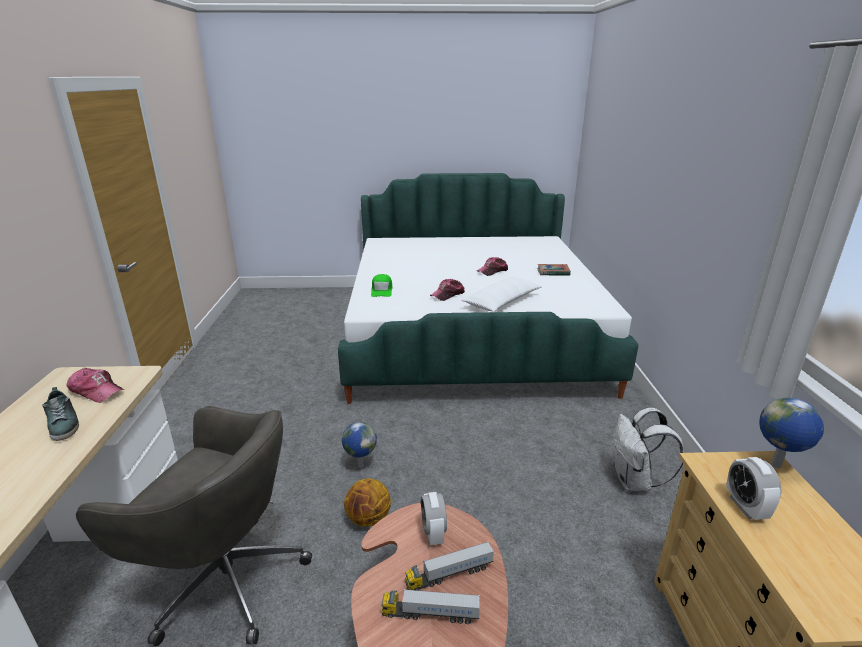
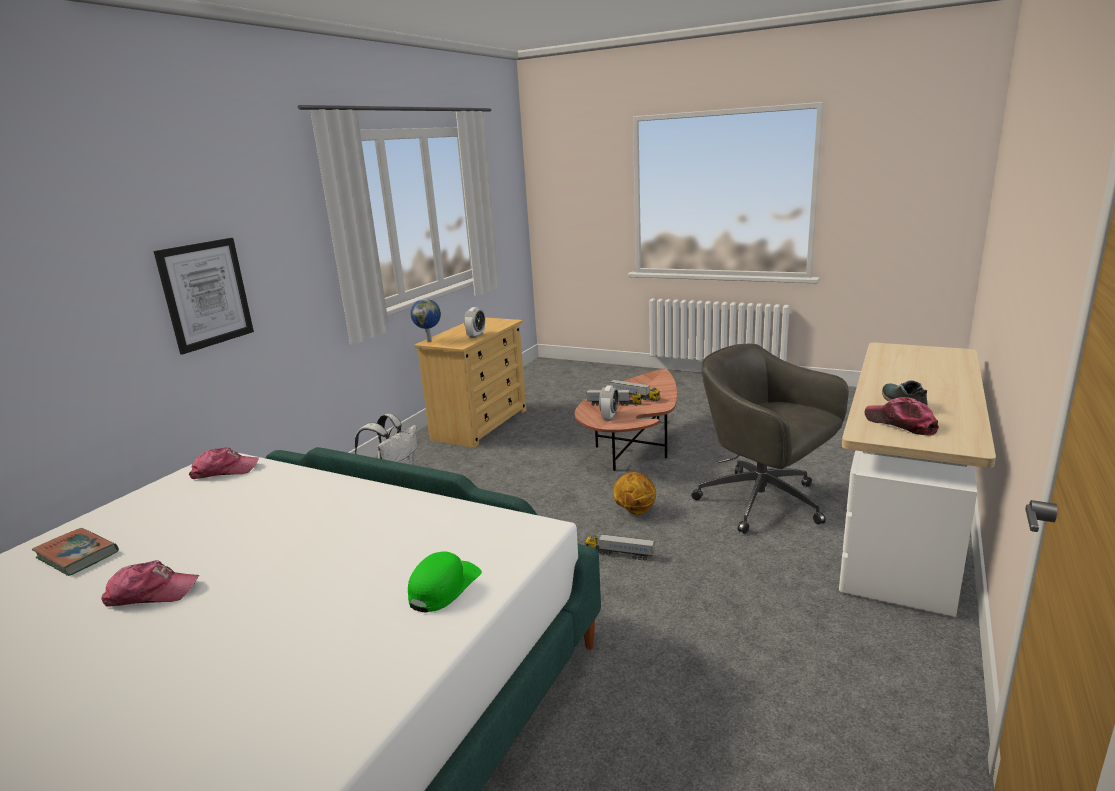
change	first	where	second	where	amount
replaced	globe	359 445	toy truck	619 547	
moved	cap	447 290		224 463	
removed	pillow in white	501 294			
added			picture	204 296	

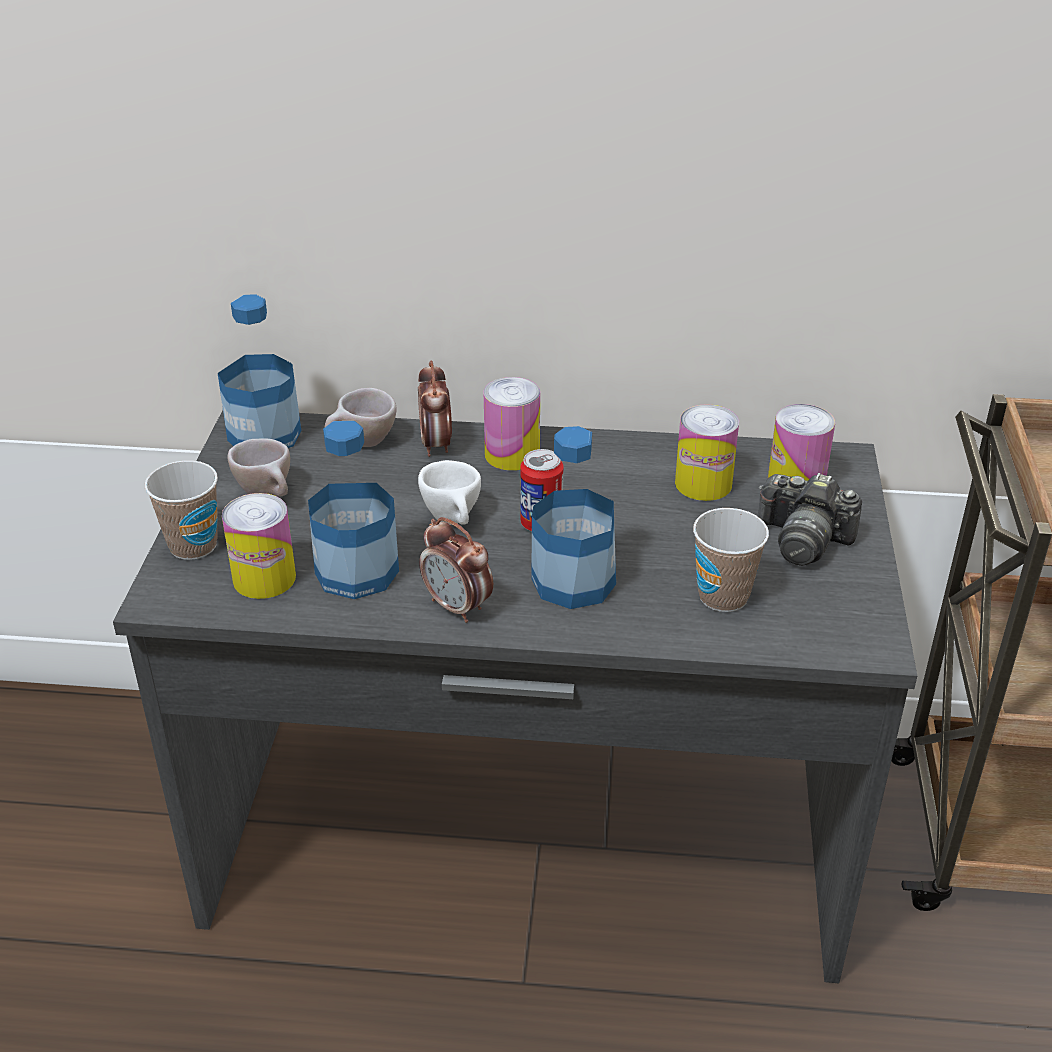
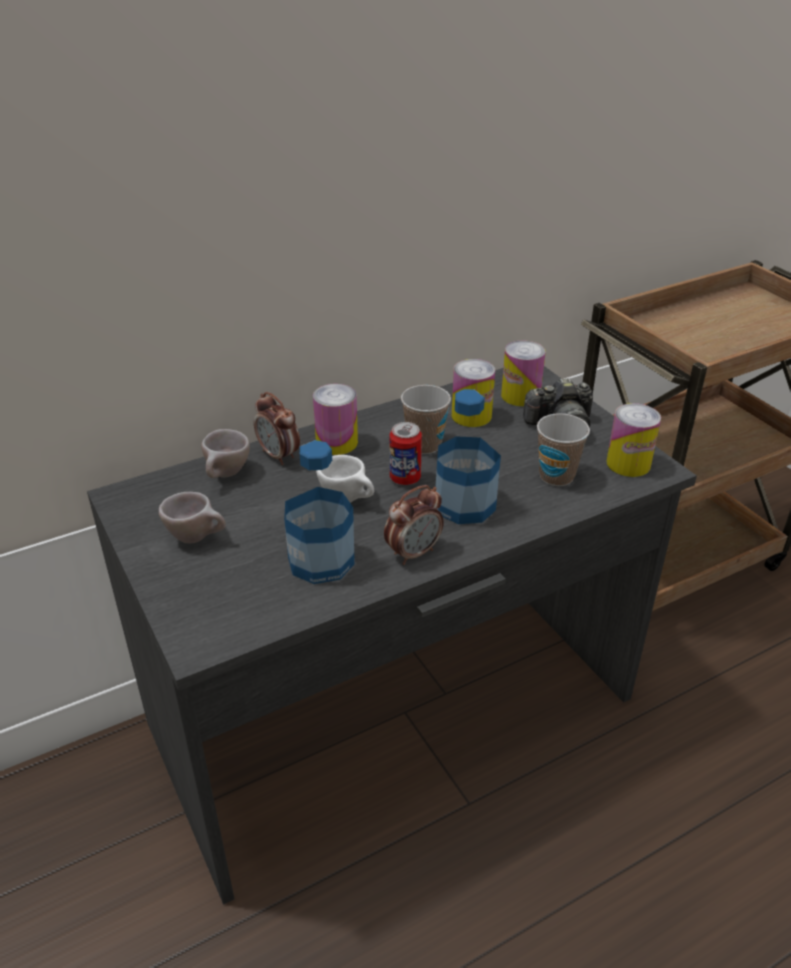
change	first	where	second	where	amount
moved	cup	181 510		426 419	
removed	bottle	259 371			
moved	can	259 546		634 440	
turned	alarm clock	456 570		414 525	45 degrees counterclockwise

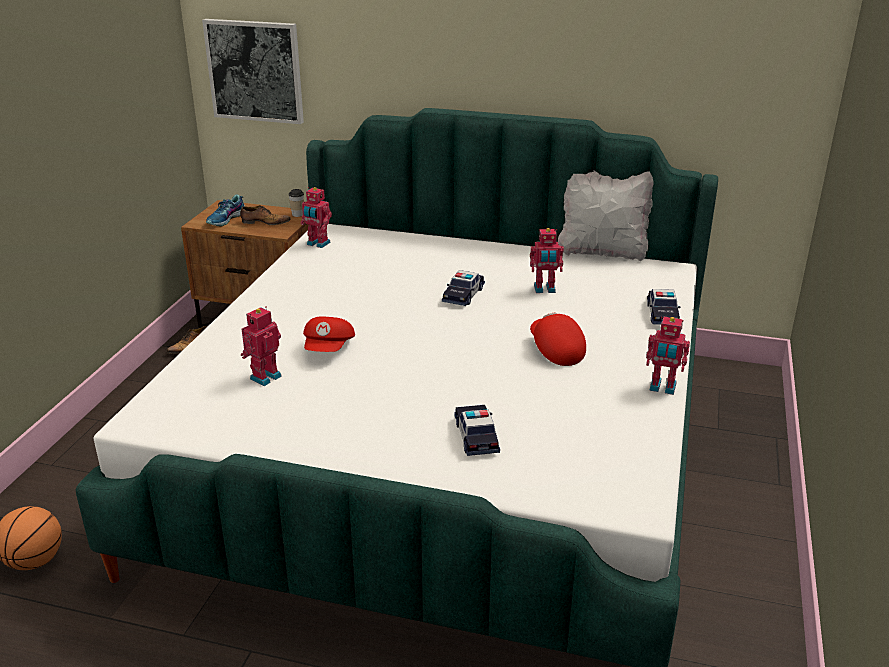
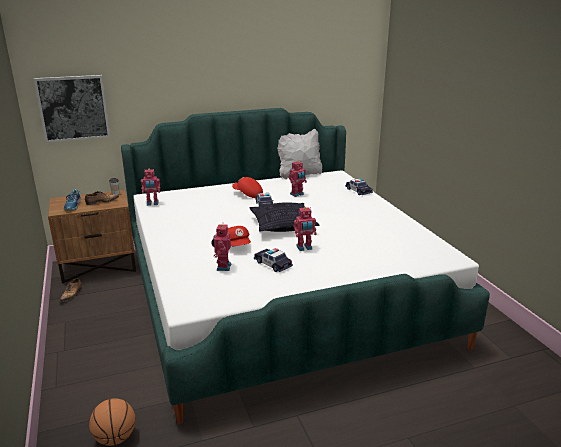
change	first	where	second	where	amount
moved	toy car	477 430		273 260	
moved	cap in red	558 339		247 187	
moved	toy robot	668 356		304 229	
added			pillow	284 217	

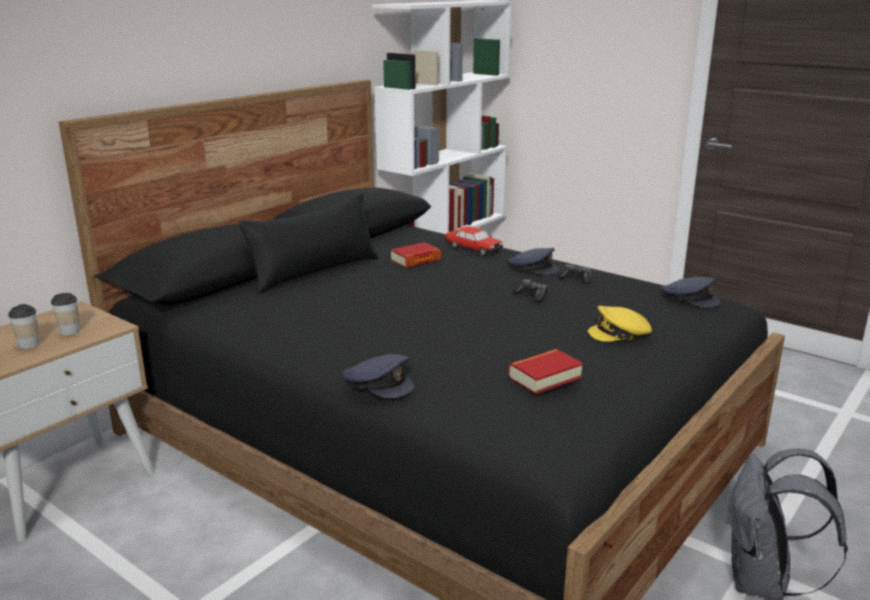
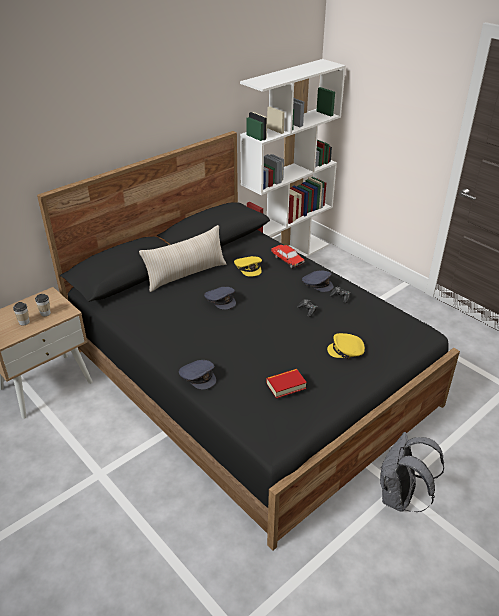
change	first	where	second	where	amount
recoloured	pillow in black	308 243	pillow in beige	182 258	
replaced	book	415 255	cap in yellow	248 266	
moved	cap in grey	691 292		220 298	

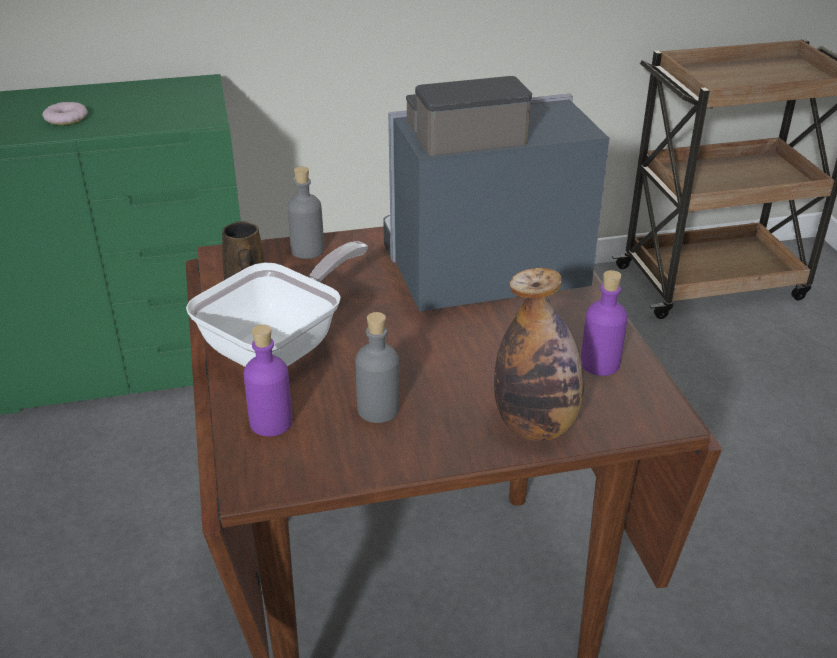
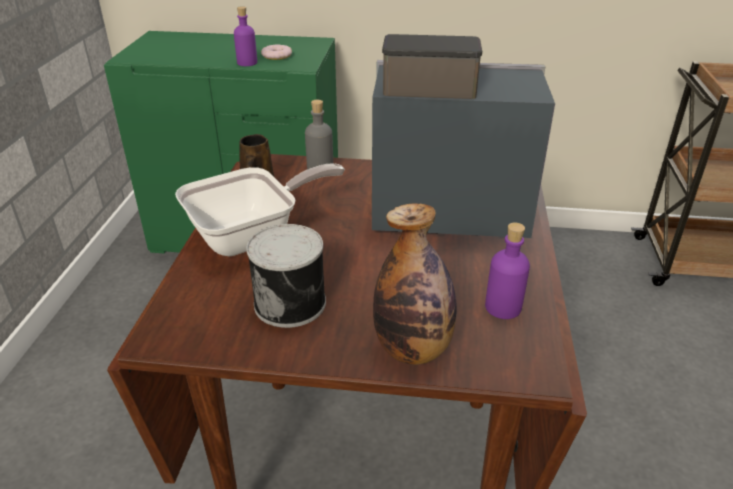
change	first	where	second	where	amount
moved	donut	65 113		276 52	
moved	bottle in purple	268 380		245 36	
replaced	bottle in grey	377 367	can	286 276	

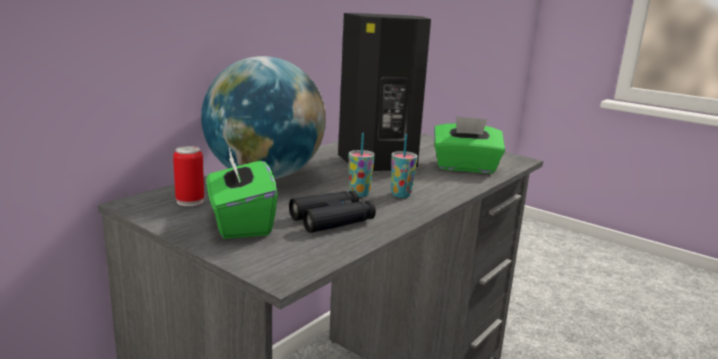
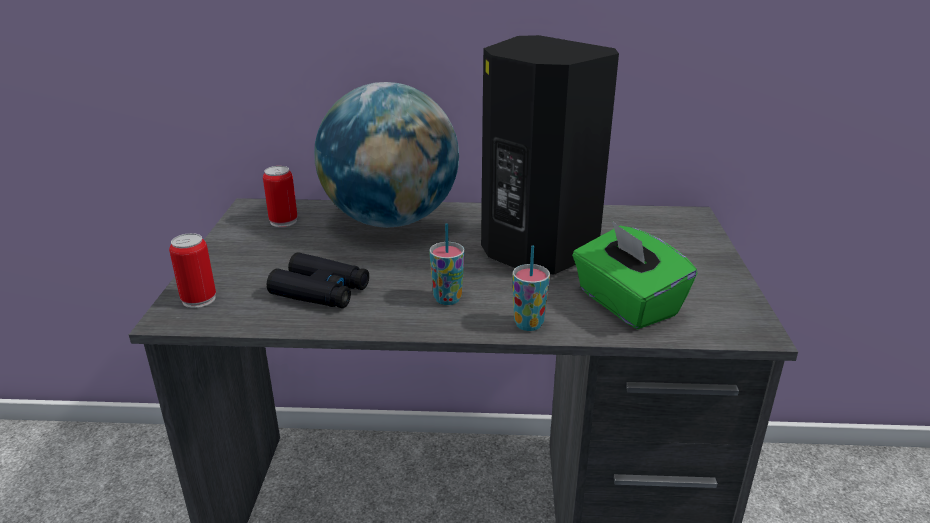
change	first	where	second	where	amount
removed	tissue box in green	242 193			
moved	cup	362 165		531 288	
added			can	192 270	

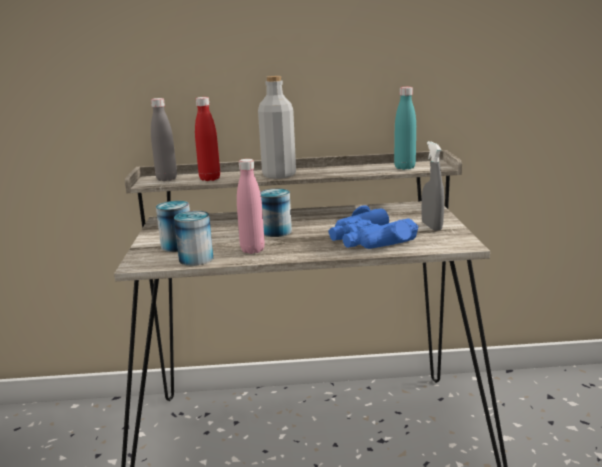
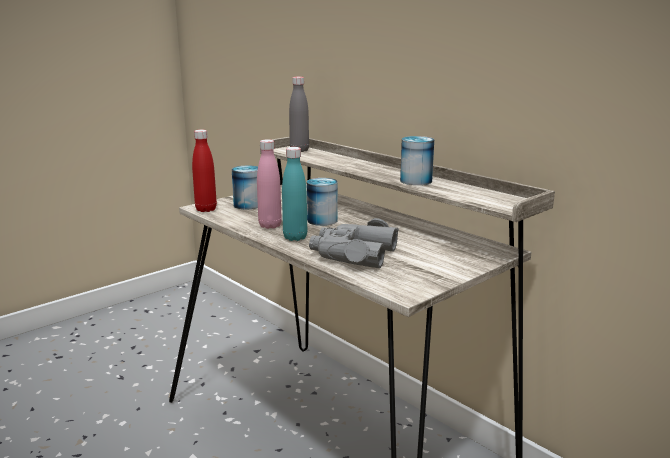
change	first	where	second	where	amount
moved	can	193 238		417 160	
moved	bottle in red	207 139		204 171	
removed	bottle in grey	277 127			
recoloured	binoculars in blue	374 227	binoculars in grey	354 243	
moved	bottle in turquoise	405 128		294 194	
removed	spray bottle in grey	432 186			

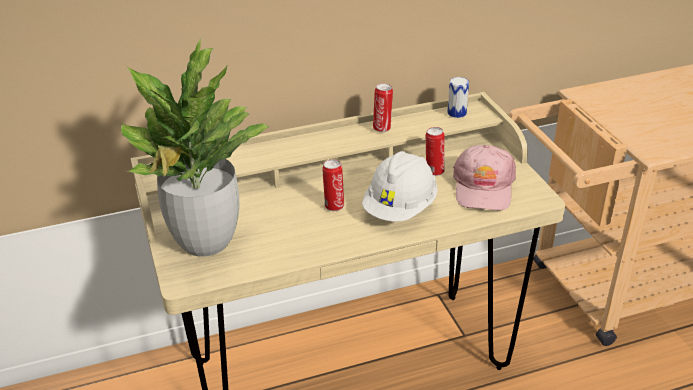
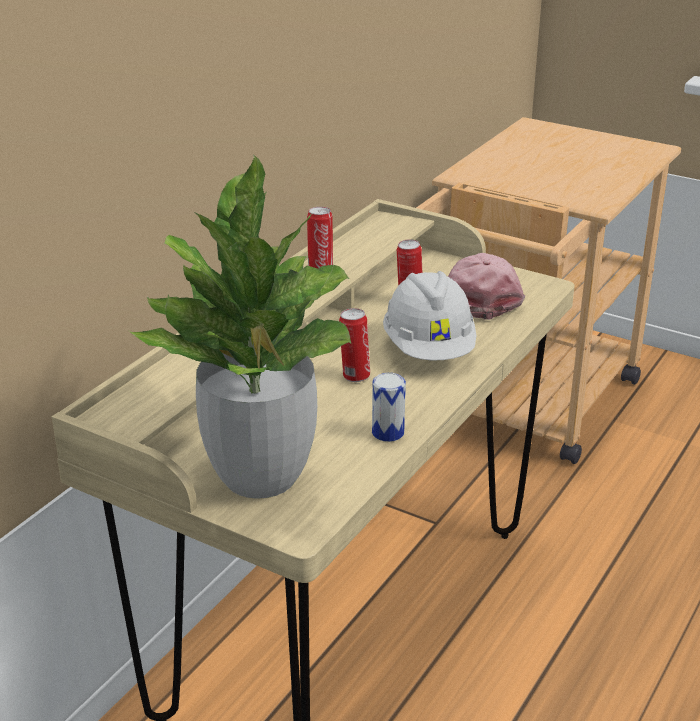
change	first	where	second	where	amount
moved	can	458 97		389 407	
turned	cap in pink	484 178		486 286	150 degrees counterclockwise

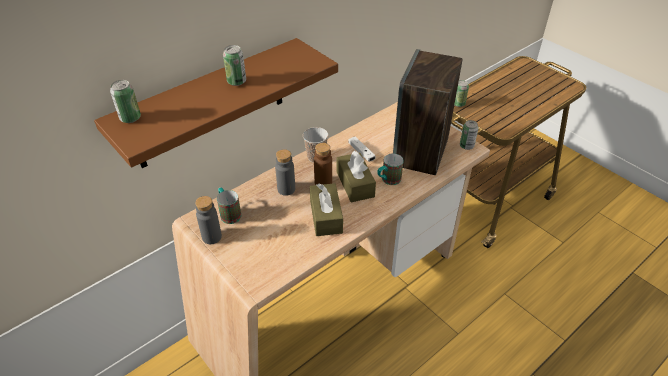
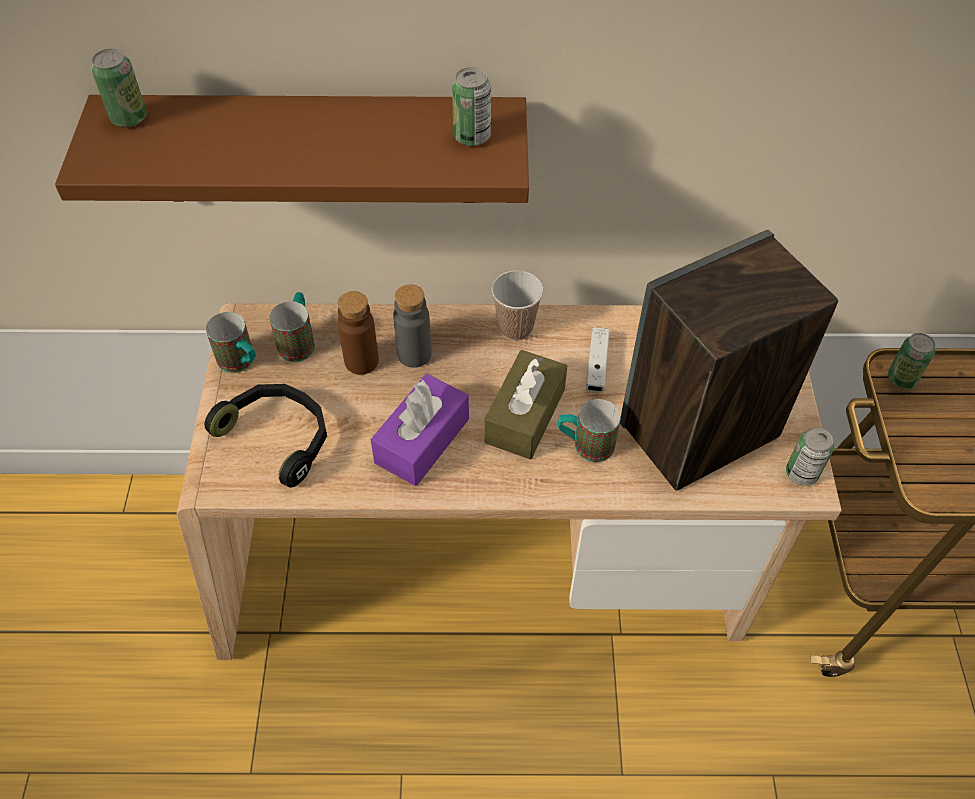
change	first	where	second	where	amount
replaced	bottle in grey	208 220	mug	231 342	
moved	can	234 65		471 106	
recoloured	tissue box in brown	326 209	tissue box in purple	420 430	
moved	bottle in brown	323 164		358 332	
added			headphones in black	266 436	

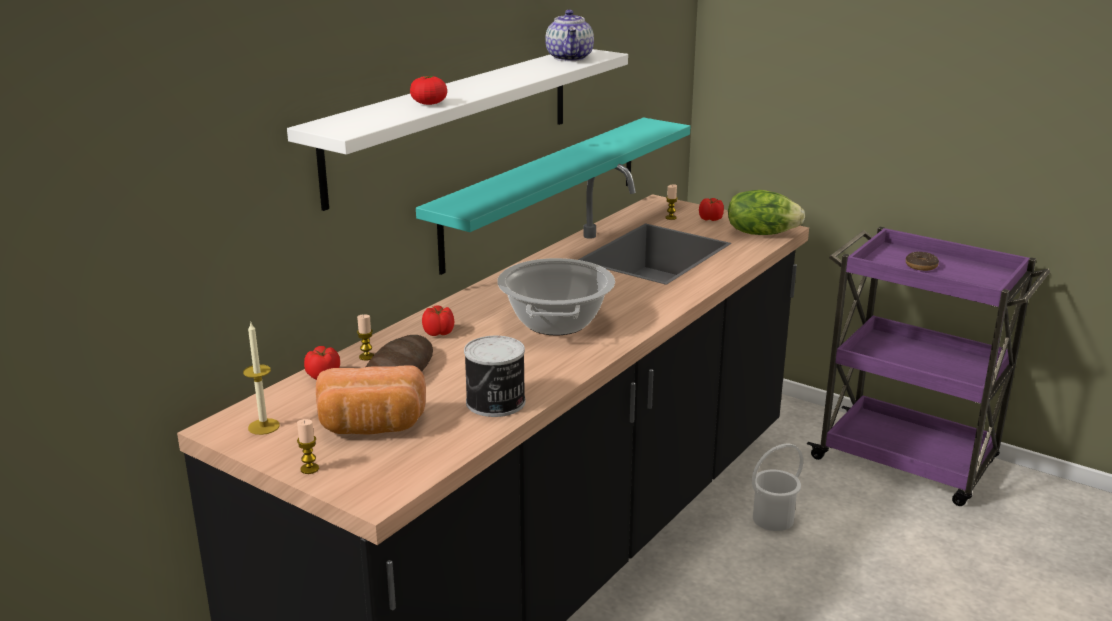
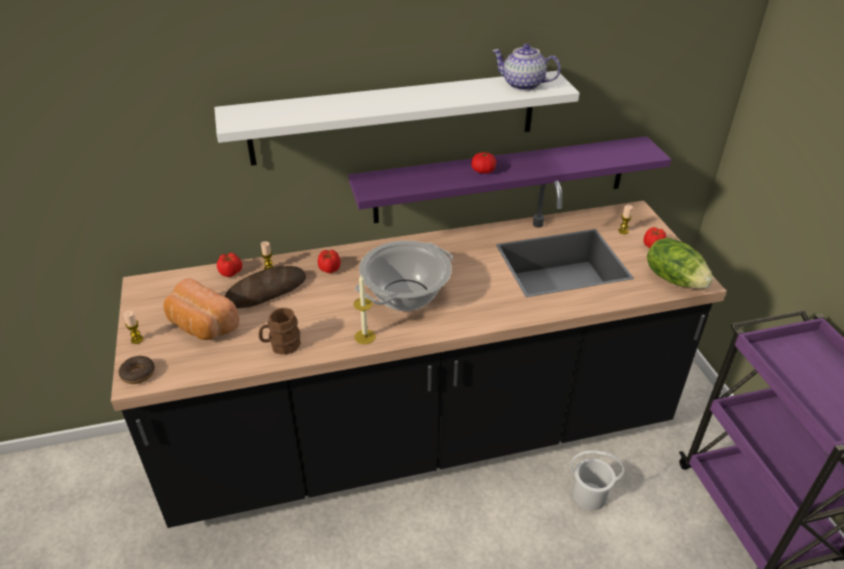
change	first	where	second	where	amount
moved	candle	261 379		365 309	
moved	tomato	428 90		484 163	
recoloured	shelf in turquoise	553 196	shelf in purple	510 179	
replaced	can	494 376	mug in brown	280 331	
turned	teapot	569 35		526 67	75 degrees clockwise
moved	donut	922 261		137 370	

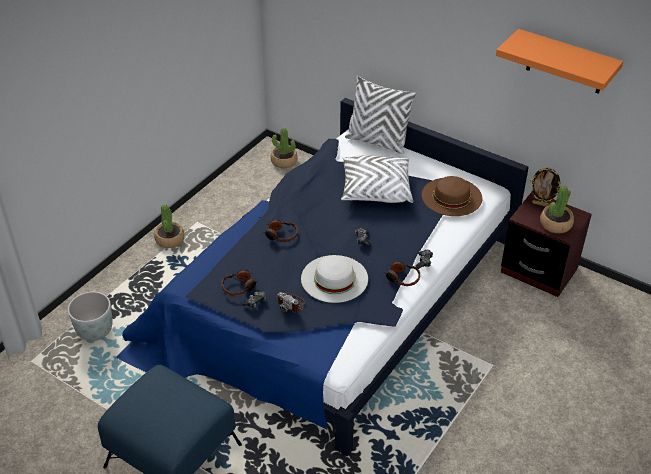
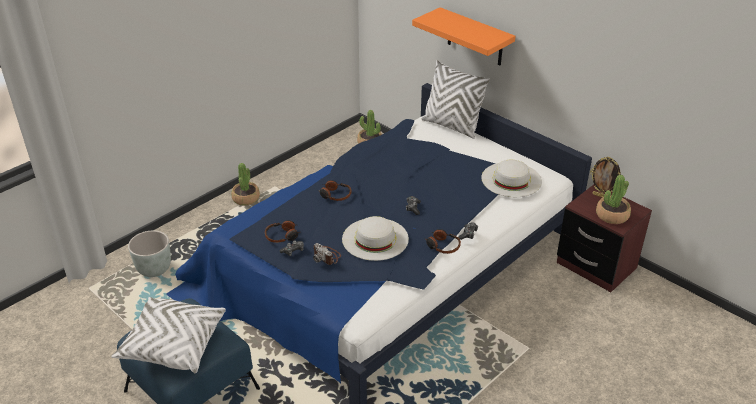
change	first	where	second	where	amount
moved	pillow in white	377 179		168 335	
recoloured	hat in brown	452 196	hat in white	511 178	
moved	shelf in orange	559 61		464 36	

